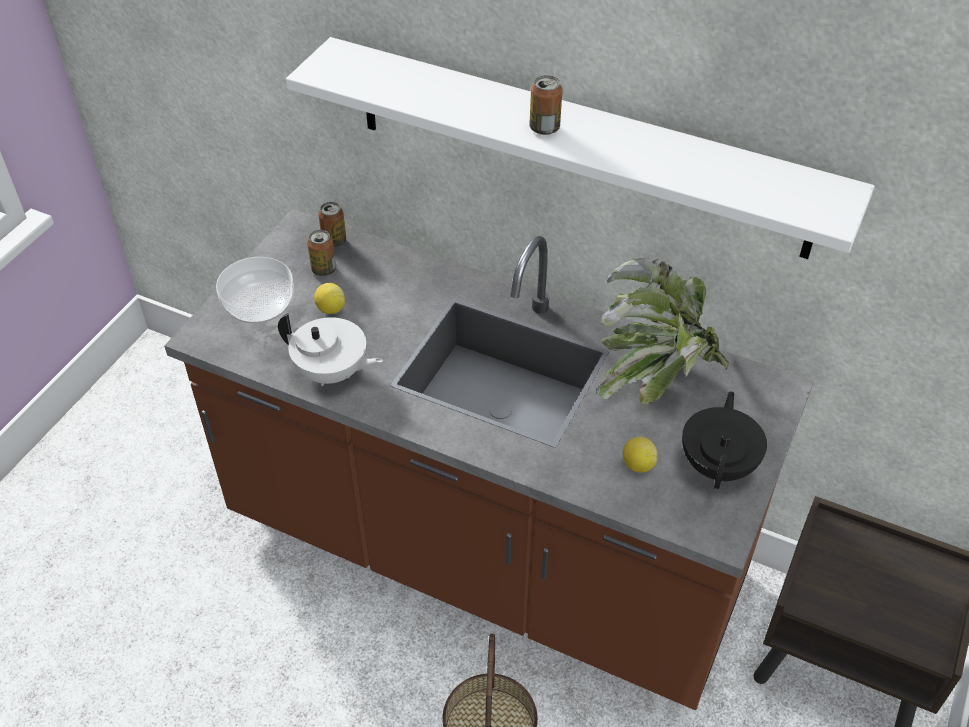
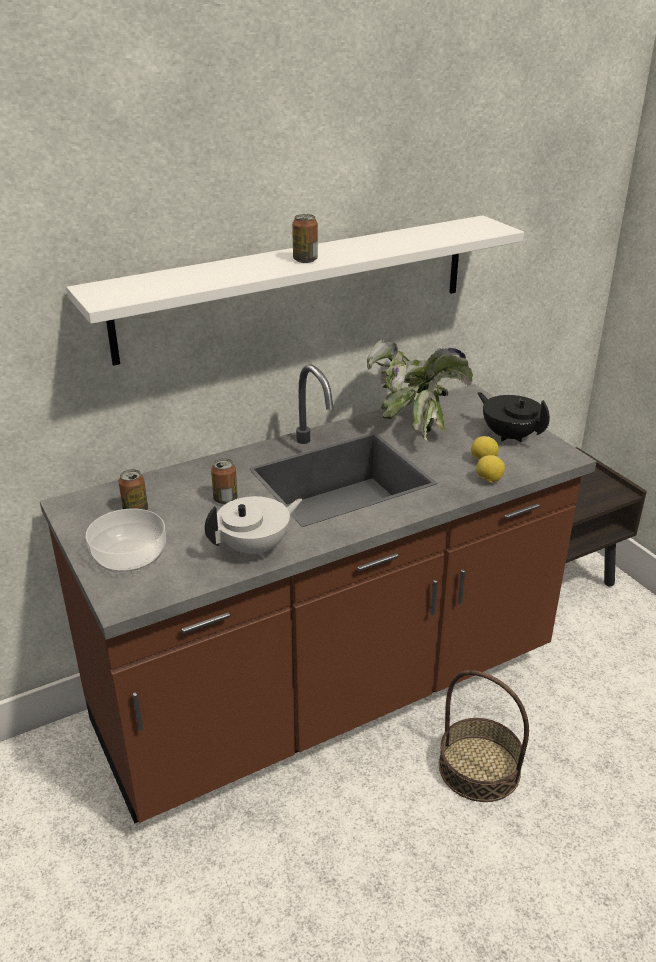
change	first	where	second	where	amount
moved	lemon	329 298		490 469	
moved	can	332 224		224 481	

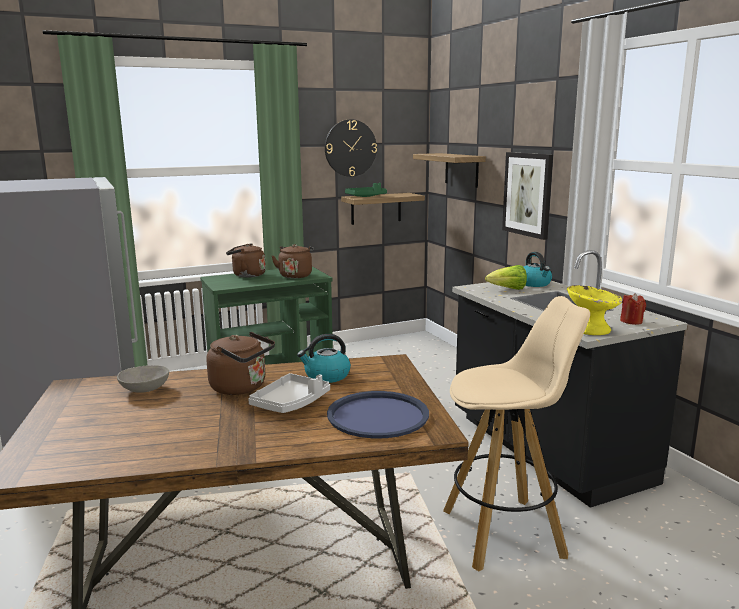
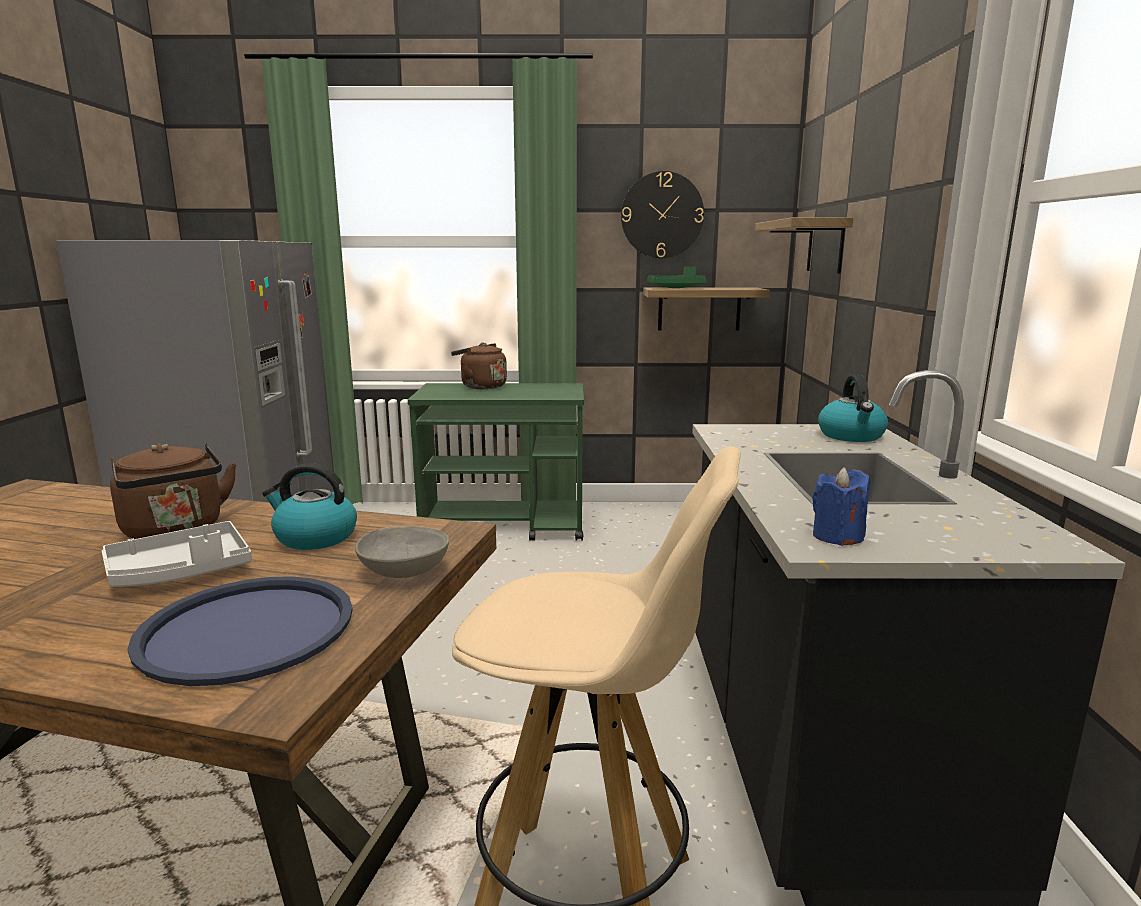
change	first	where	second	where	amount
moved	bowl in grey	143 379		402 552	
removed	kettle in brown	292 261			
removed	lettuce	506 277			
removed	picture	527 196			
replaced	bowl in yellow	594 310	candle in blue	841 506	
removed	candle in red	633 309			

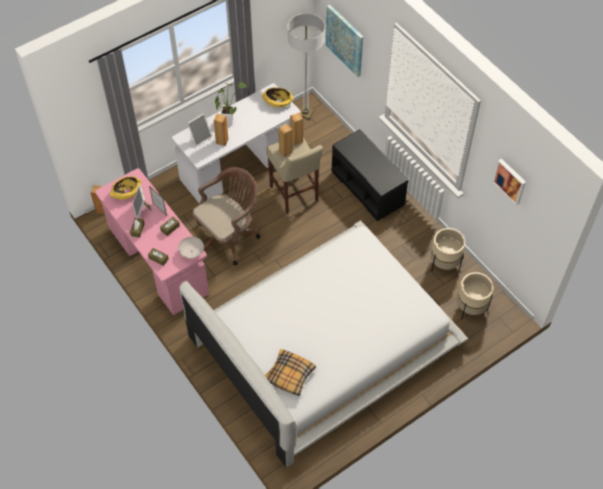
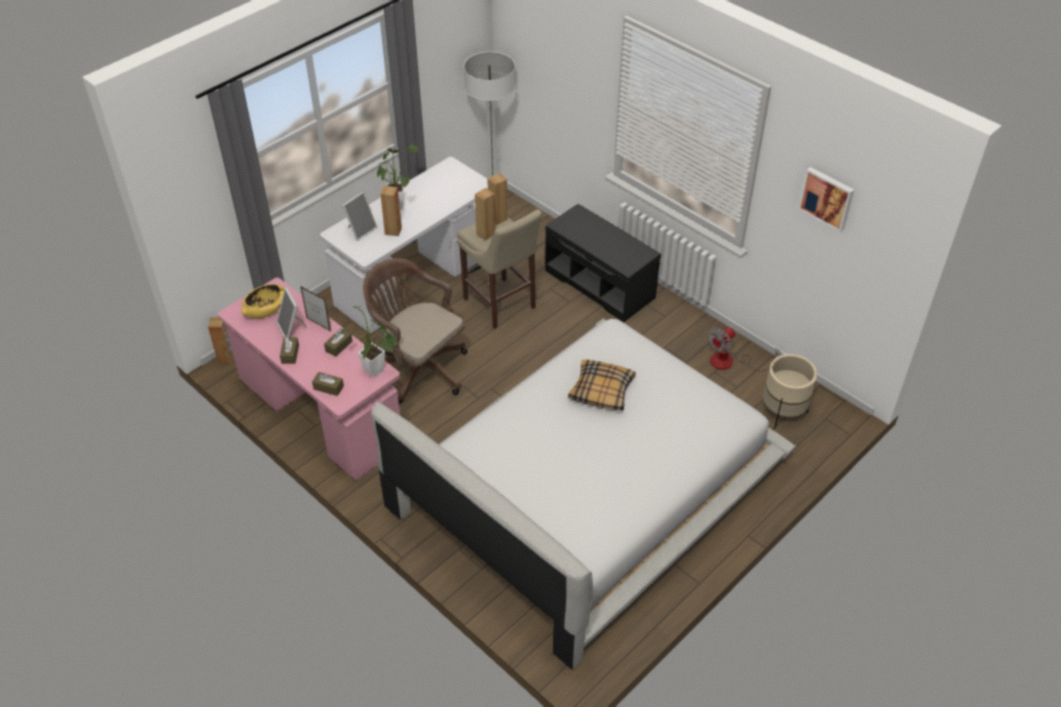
change	first	where	second	where	amount
replaced	bowl in white	191 248	potted plant	369 341	
turned	office chair in brown	226 216		415 331	90 degrees counterclockwise
removed	bowl in yellow	278 97			
moved	pillow	290 372		602 385	
removed	picture	344 41			
replaced	planter in beige	447 249	fan	744 349	

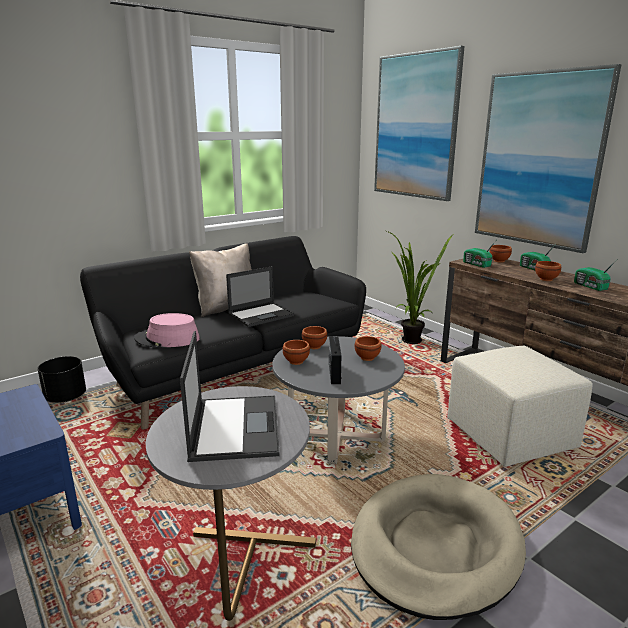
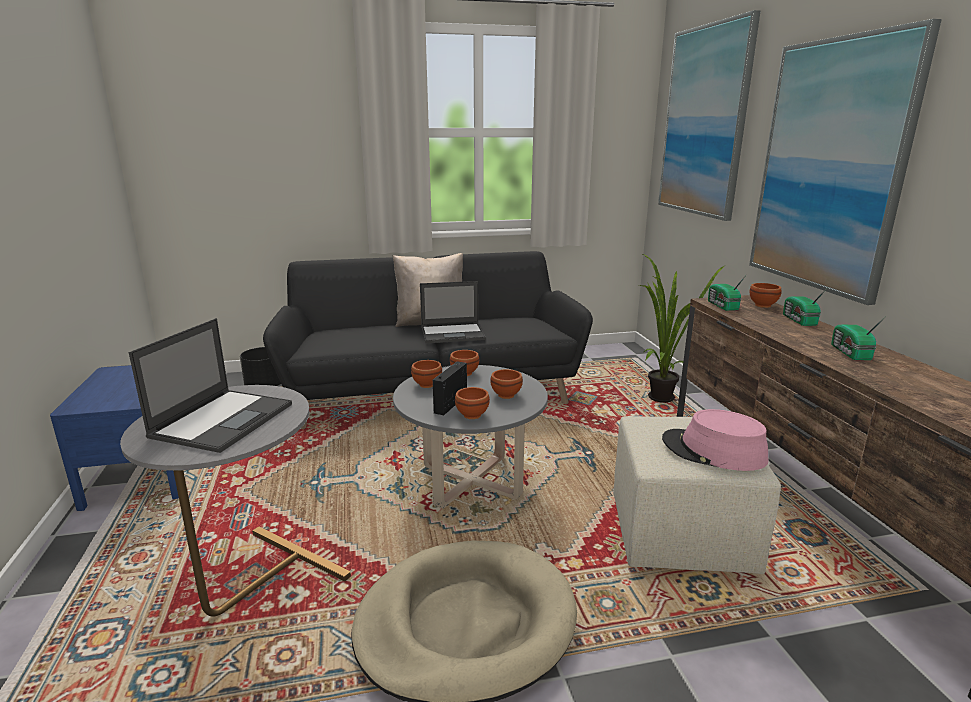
change	first	where	second	where	amount
moved	hat in pink	167 330		715 440	
moved	bowl in brown	548 271		472 403	

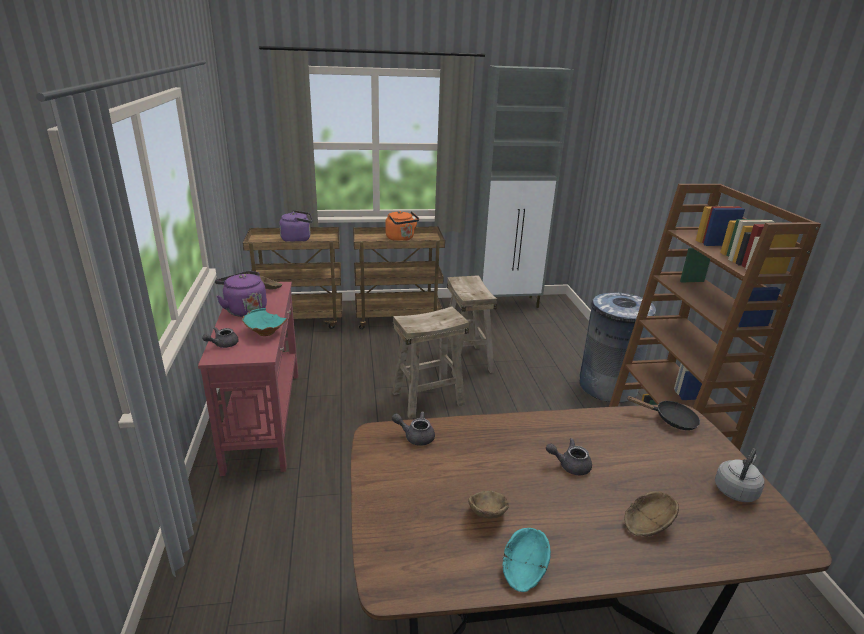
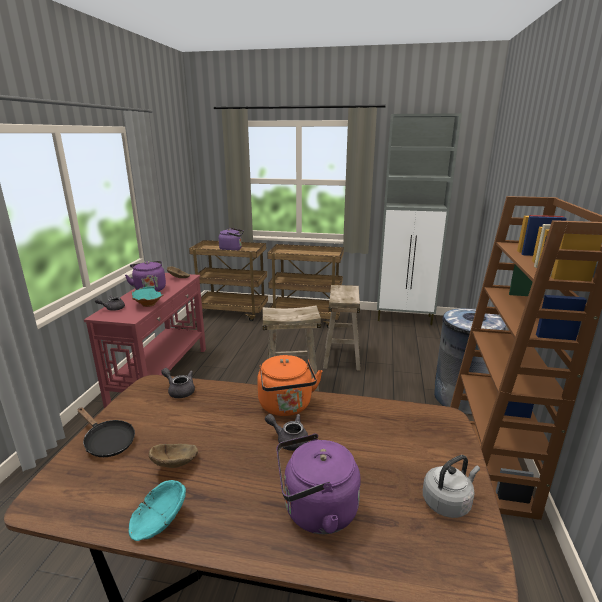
change	first	where	second	where	amount
moved	kettle in orange	402 226		290 385	
replaced	bowl in brown	651 513	kettle in purple	319 484	
moved	frying pan in black	663 413		106 432	

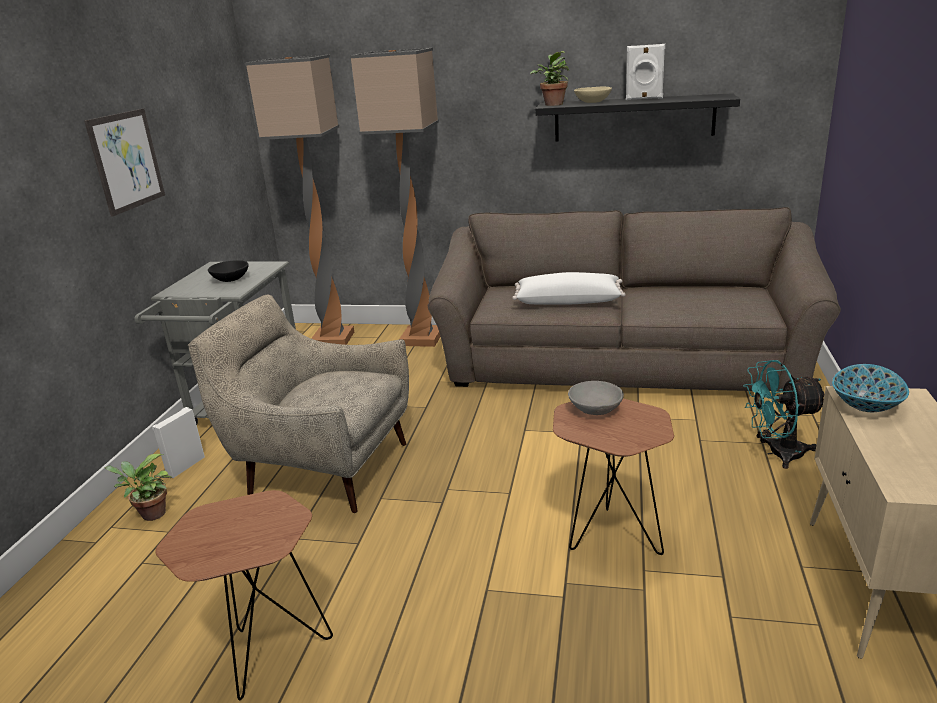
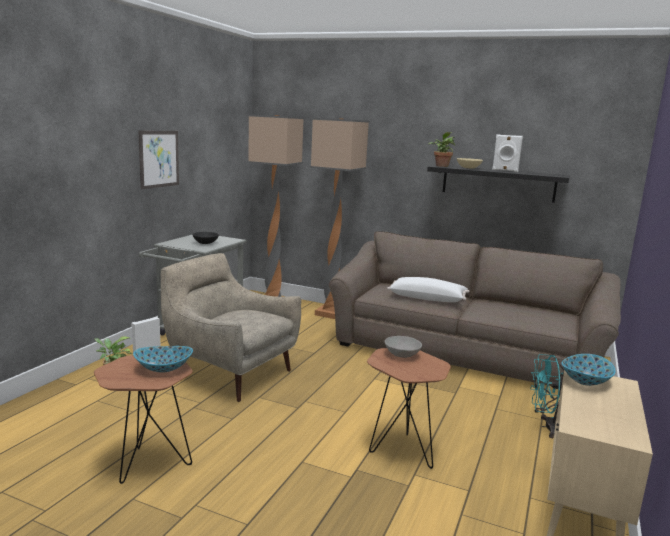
change	first	where	second	where	amount
added			bowl	163 359	

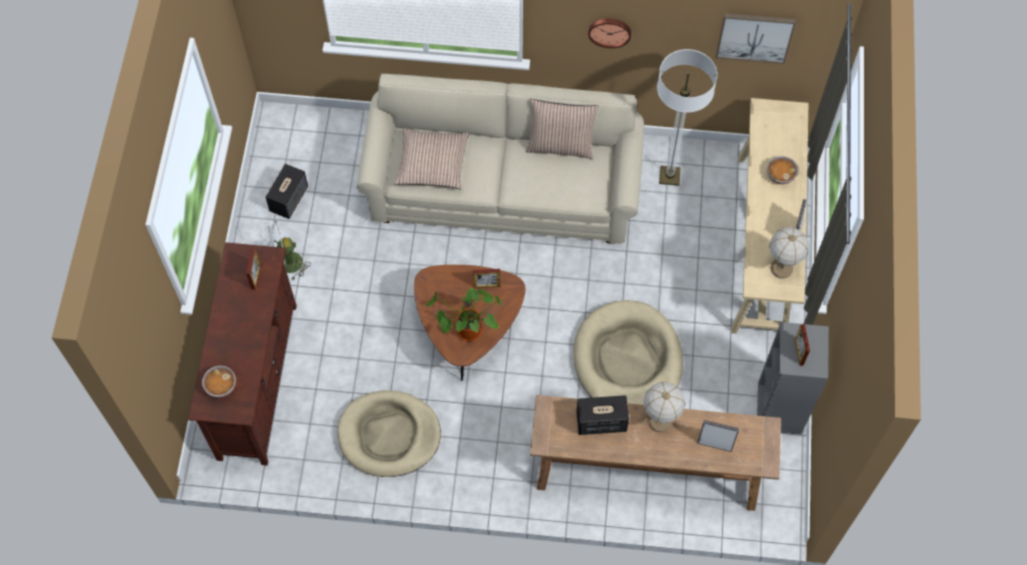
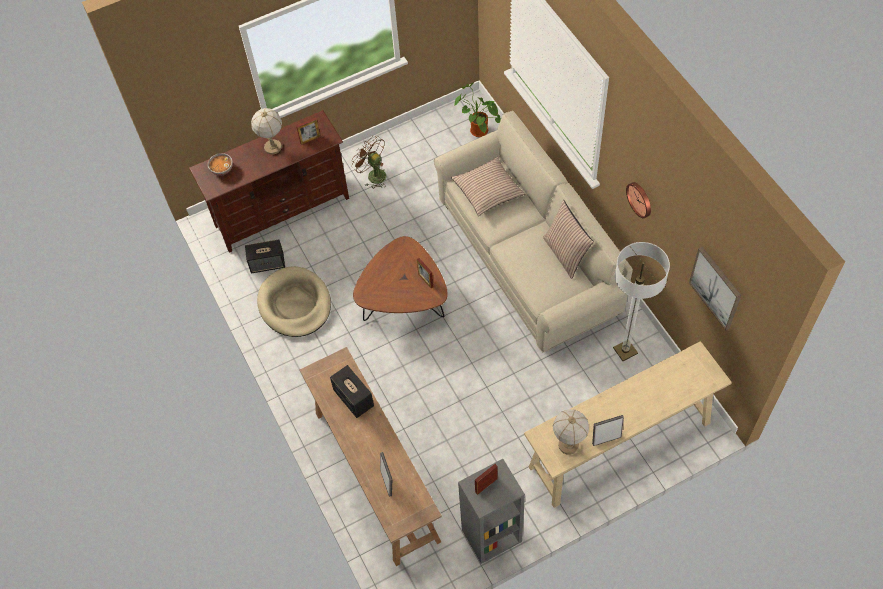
change	first	where	second	where	amount
recoloured	fan in white	287 250	fan in brown	369 162	
moved	speaker	286 191		265 256	
moved	potted plant	464 315		477 110	
removed	dog bed in beige	628 352			
moved	table lamp	664 407		266 131	
removed	bowl	782 170			

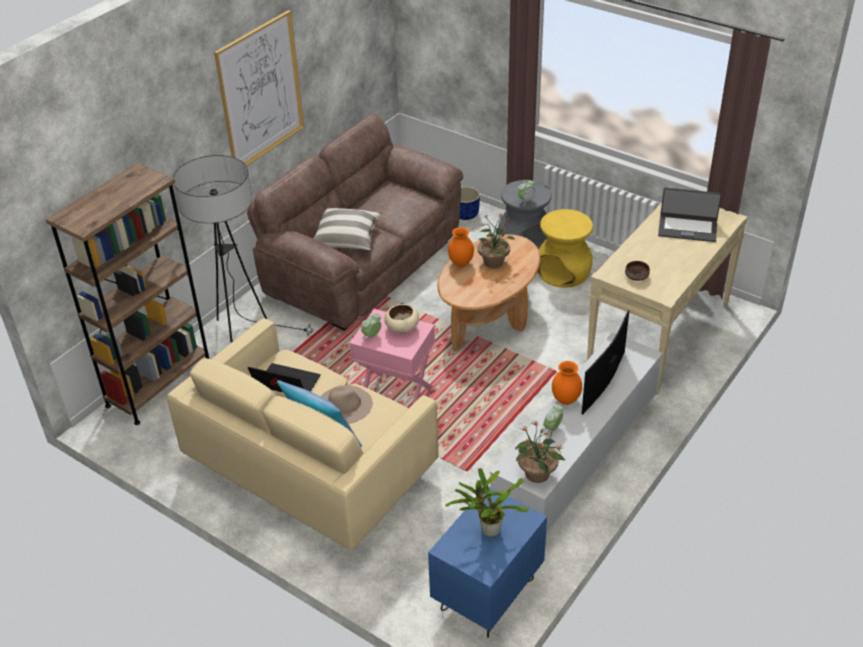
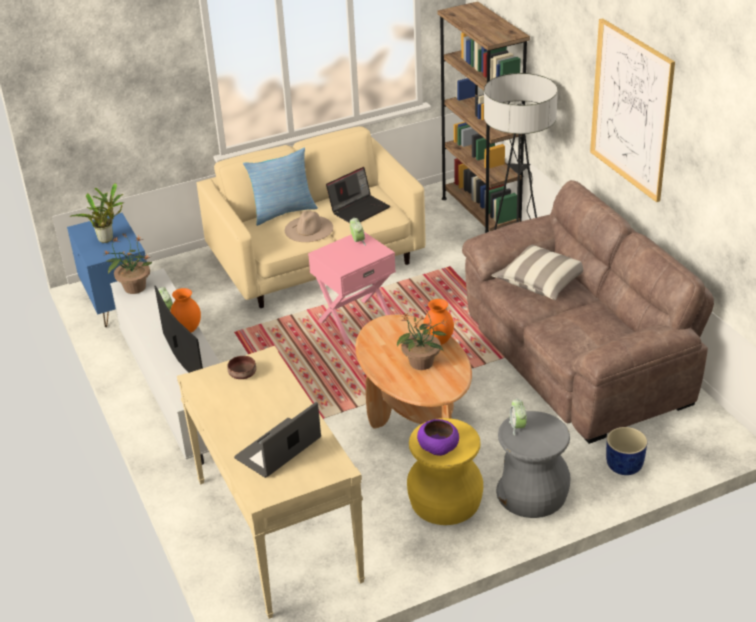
change	first	where	second	where	amount
removed	bowl in beige	401 319			
added			bowl in purple	438 437	

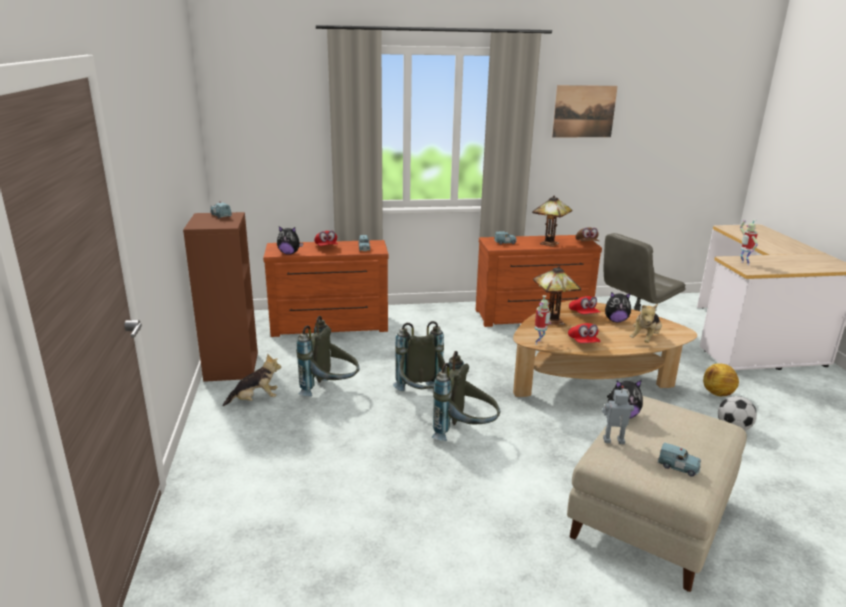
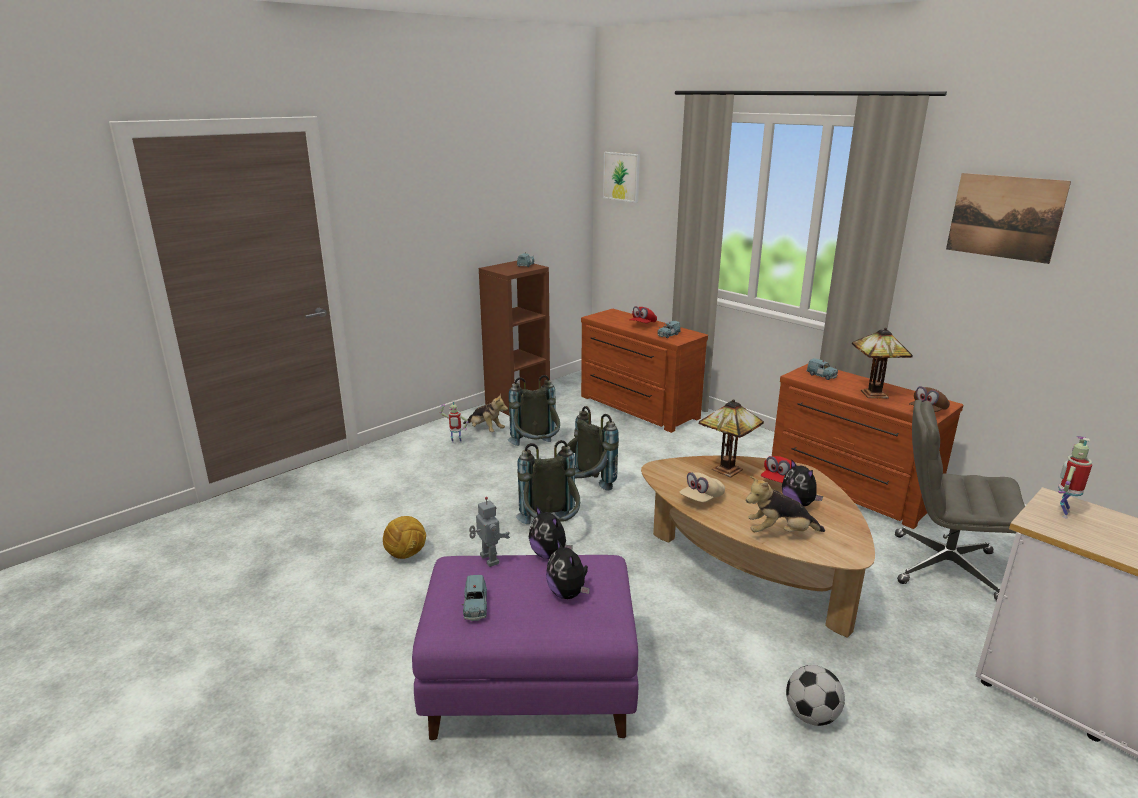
change	first	where	second	where	amount
moved	plush toy	290 240		568 568	
moved	toy robot	543 320		454 422	
recoloured	ottoman in beige	657 494	ottoman in purple	525 647	
recoloured	cap in red	584 333	cap in beige	702 487	
moved	football	721 380		404 537	
added			picture	621 177	

